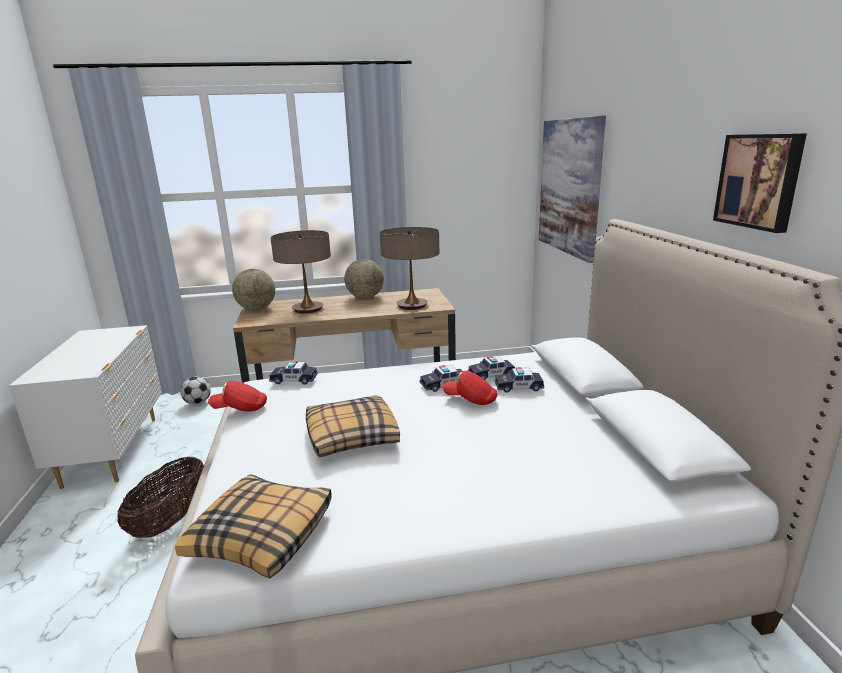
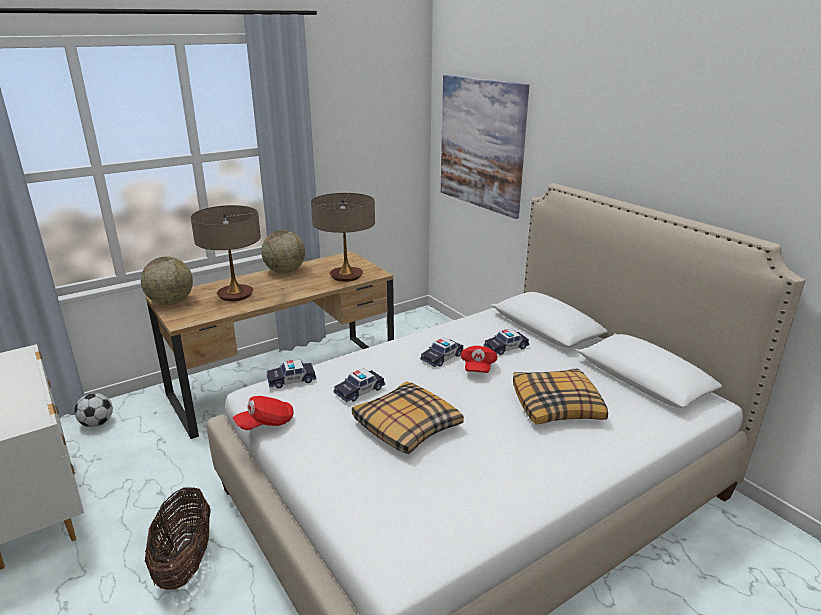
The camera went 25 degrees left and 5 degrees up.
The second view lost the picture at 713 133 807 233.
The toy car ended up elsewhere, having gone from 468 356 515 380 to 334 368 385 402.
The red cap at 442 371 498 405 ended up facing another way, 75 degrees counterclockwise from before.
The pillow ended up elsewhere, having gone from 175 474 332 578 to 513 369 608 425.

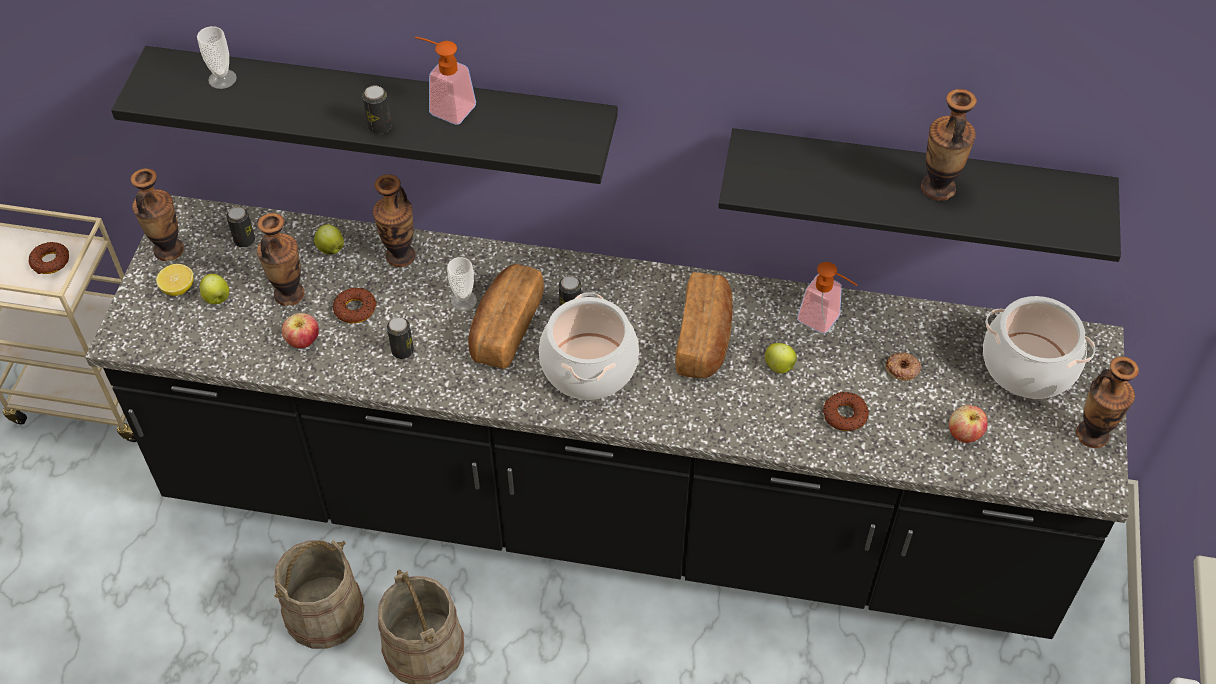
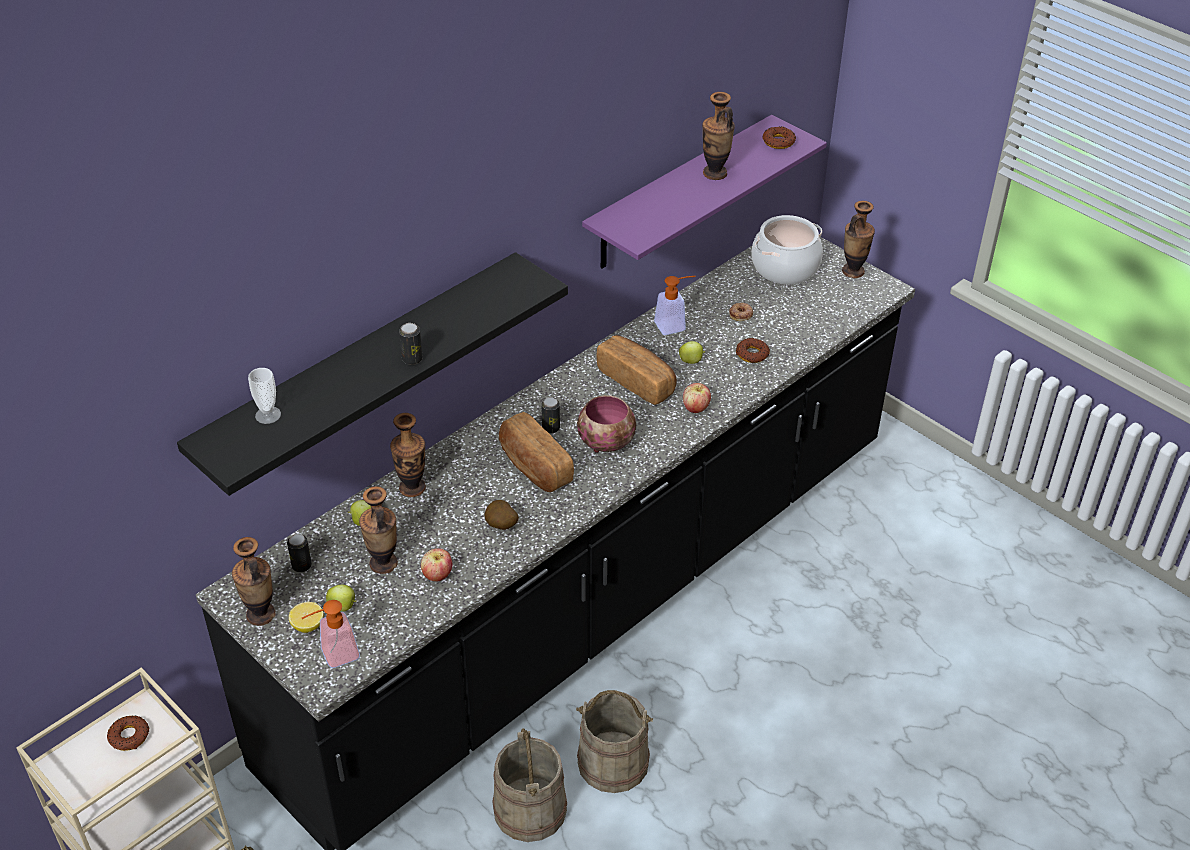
The camera went 55 degrees left and 10 degrees down.
The soap dispenser ended up elsewhere, having gone from 415 37 476 125 to 302 600 360 668.
What was the black shelf at 718 128 1121 262 turned into the purple shelf at 582 115 827 269.
The second view lost the cup at 447 257 477 311.
The donut ended up elsewhere, having gone from 333 288 377 323 to 762 126 796 149.
Where the cooking pot stood at 539 292 639 400, the bowl came to stand at 577 395 636 453.
Where the can stood at 387 317 414 359, the potato came to stand at 484 500 519 530.
The apple ended up elsewhere, having gone from 949 405 987 443 to 683 383 711 413.

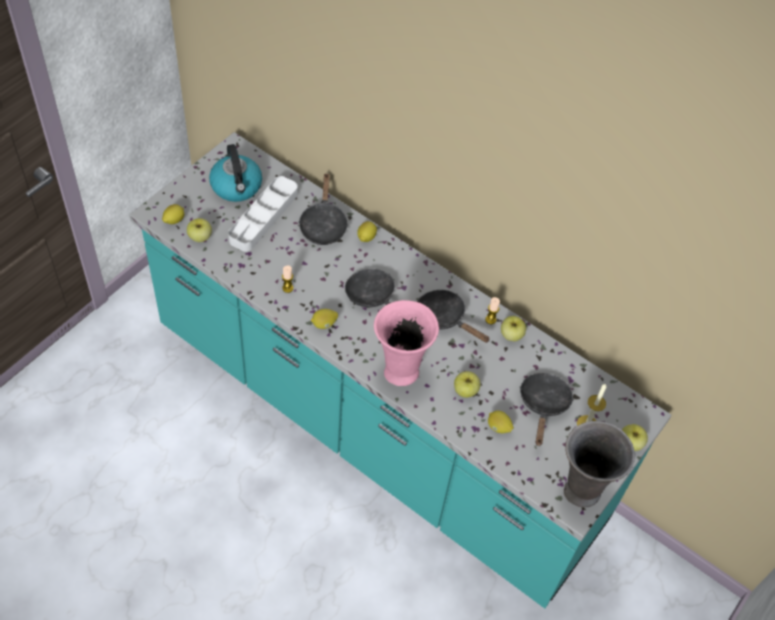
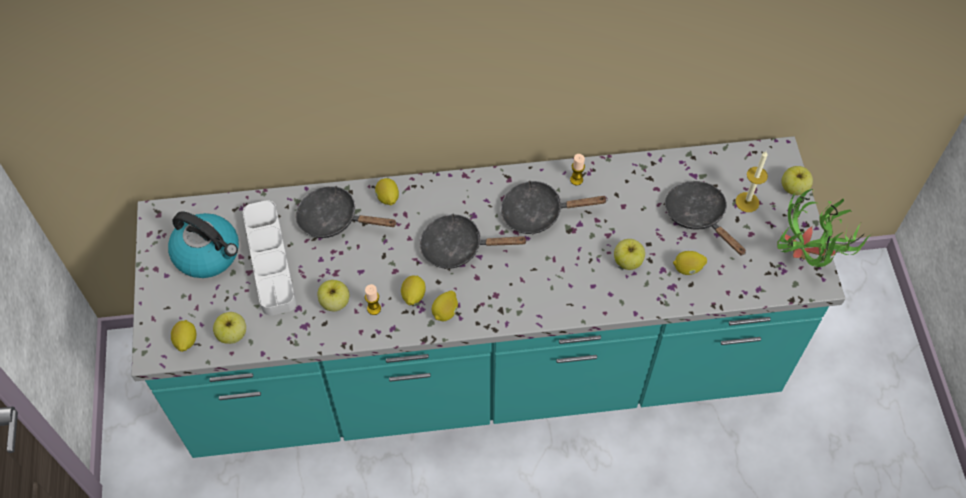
The camera went 40 degrees left and 5 degrees up.
The black frying pan at 298 173 348 245 ended up facing another way, 150 degrees clockwise from before.
The second view lost the pink vase at 374 300 439 386.
The apple ended up elsewhere, having gone from 501 316 526 341 to 318 280 349 311.
Where the grey vase stood at 564 421 635 508, the potted plant came to stand at 777 189 873 267.
The second view gained the lemon at 401 275 426 305.

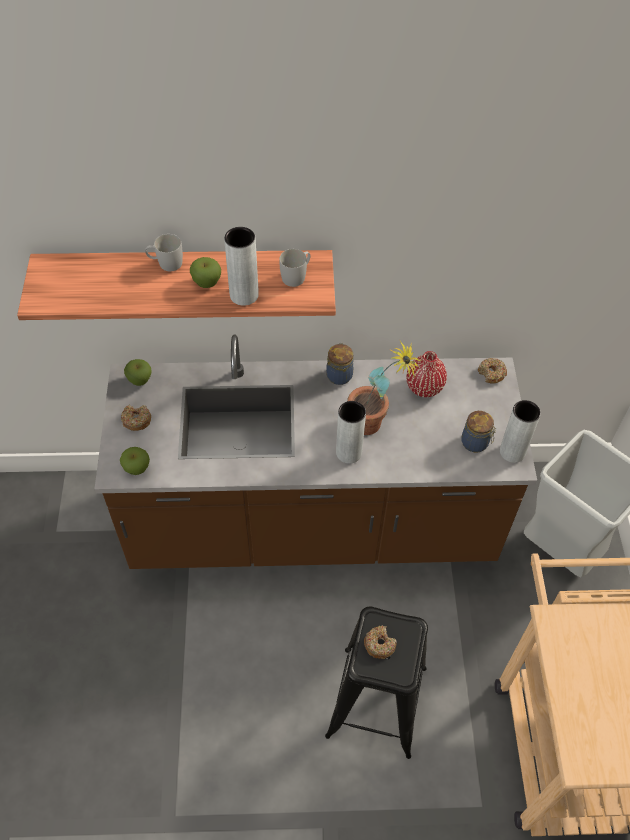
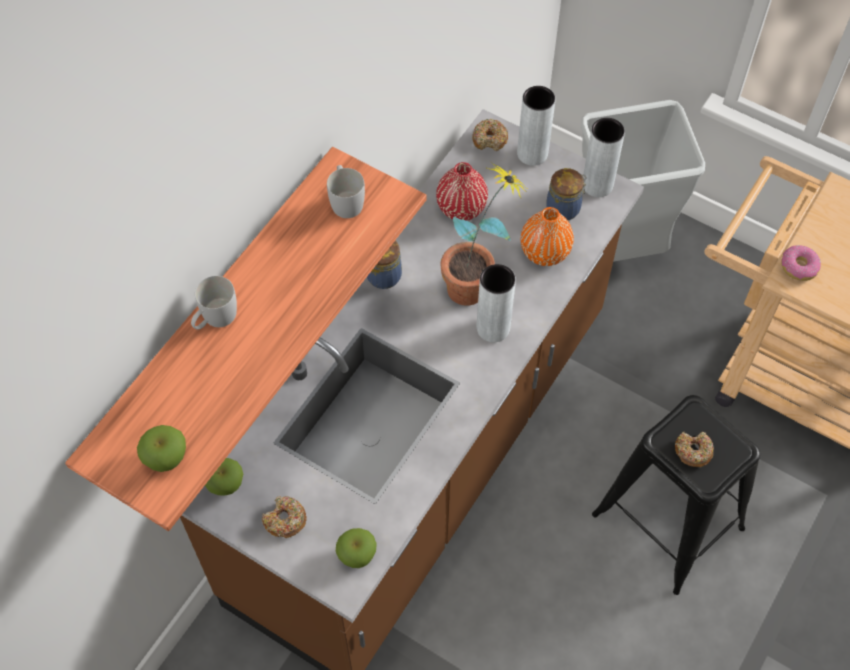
The camera went 55 degrees left and 5 degrees up.
The grey vase ended up elsewhere, having gone from 224 227 259 306 to 517 86 556 166.
The apple ended up elsewhere, having gone from 190 257 221 288 to 137 425 186 472.
The second view gained the orange vase at 521 207 574 266.
The second view gained the donut at 781 245 821 281.

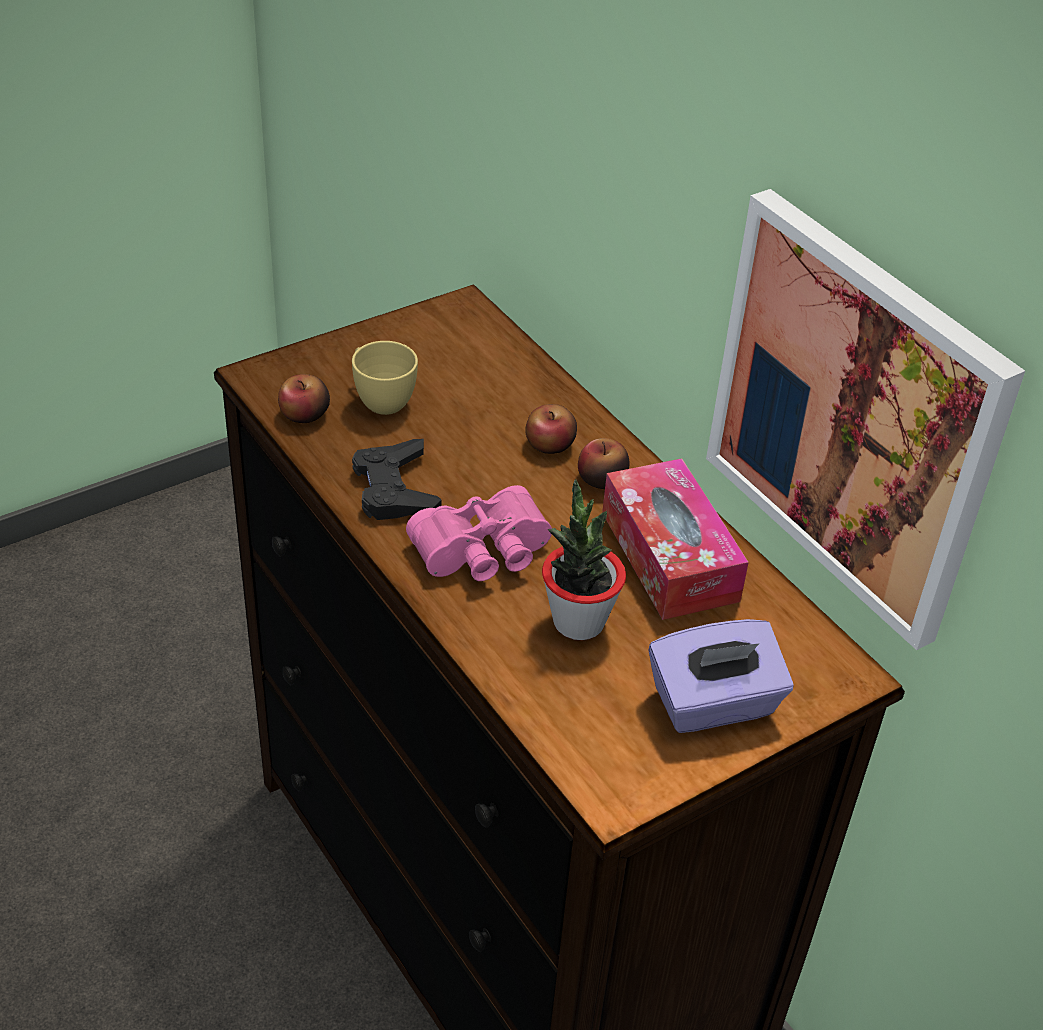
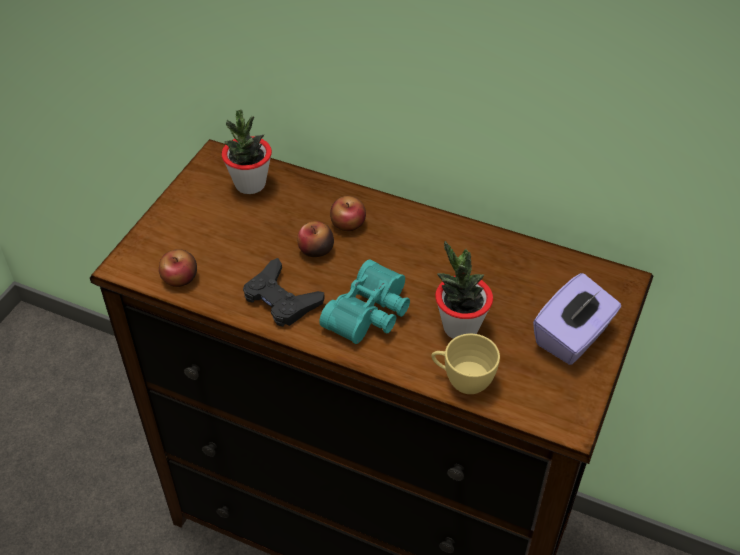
The camera went 30 degrees left and 5 degrees up.
The second view lost the picture at 706 189 1025 650.
The yellow cup ended up elsewhere, having gone from 352 341 418 415 to 431 334 500 394.
The apple ended up elsewhere, having gone from 578 438 630 489 to 297 221 334 257.
The second view lost the tissue box at 602 458 749 620.
What was the pink binoculars at 406 485 552 581 turned into the turquoise binoculars at 319 259 410 344.
The second view gained the potted plant at 221 110 272 194.

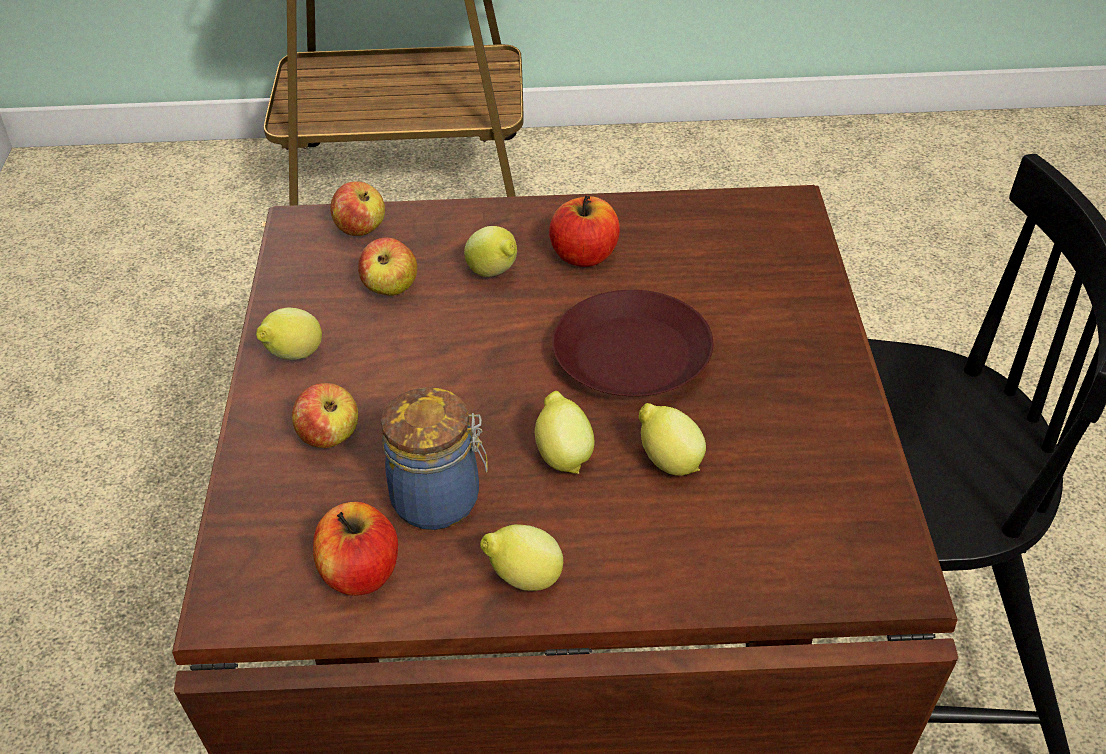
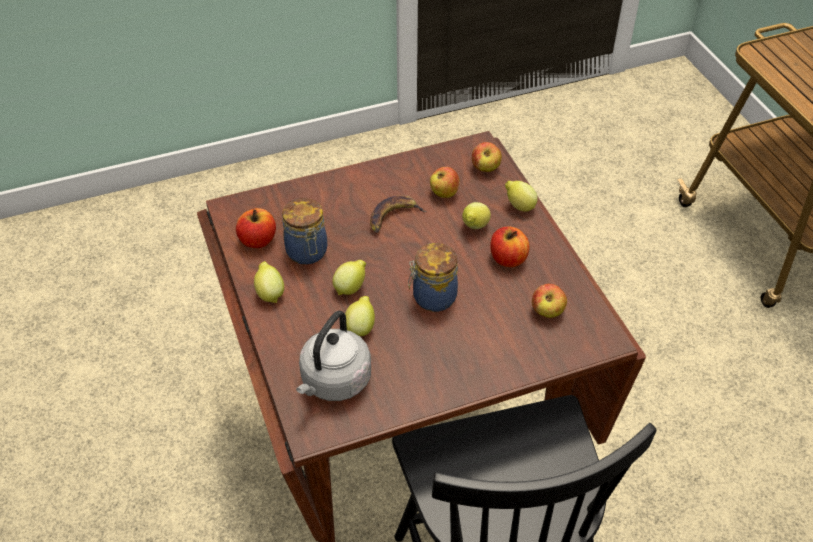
The camera went 70 degrees right and 5 degrees up.
Where the brown plate stood at 552 290 713 396, the jar came to stand at 408 243 458 312.
The lemon ended up elsewhere, having gone from 256 308 322 360 to 505 181 537 212.
The apple ended up elsewhere, having gone from 292 383 358 448 to 532 284 567 318.
The second view gained the banana at 370 195 427 233.
The second view gained the grey kettle at 296 311 371 401.

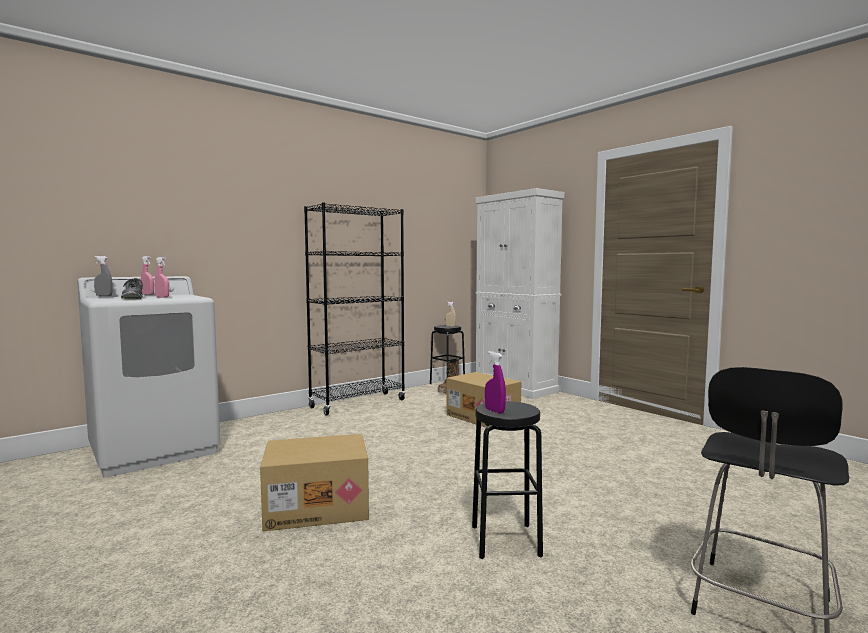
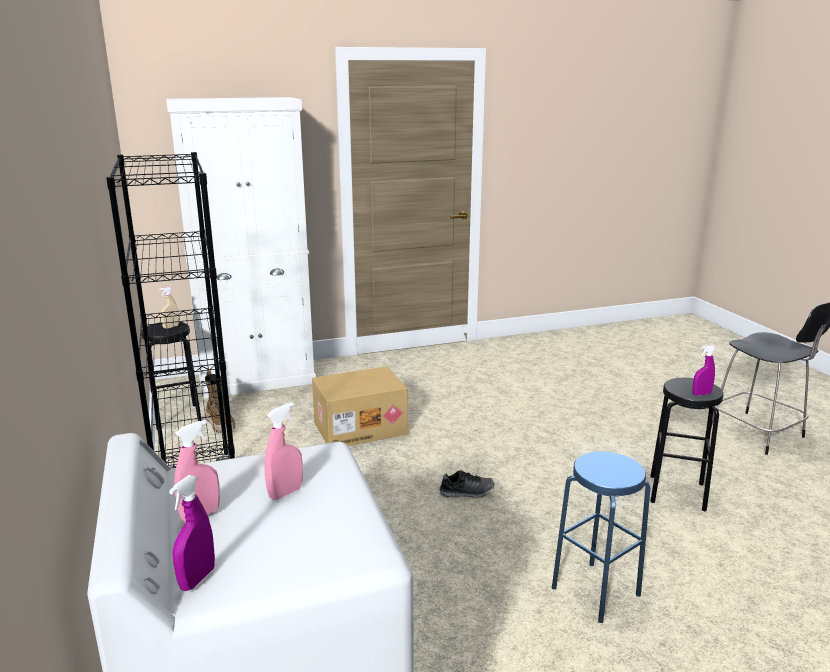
The camera went 70 degrees left and 15 degrees up.
What was the grey spray bottle at 94 256 113 296 turned into the purple spray bottle at 169 475 215 591.
The shoe ended up elsewhere, having gone from 121 278 143 299 to 439 470 495 498.
Where the cardboard box stood at 260 434 369 531, the blue stool came to stand at 552 451 650 623.

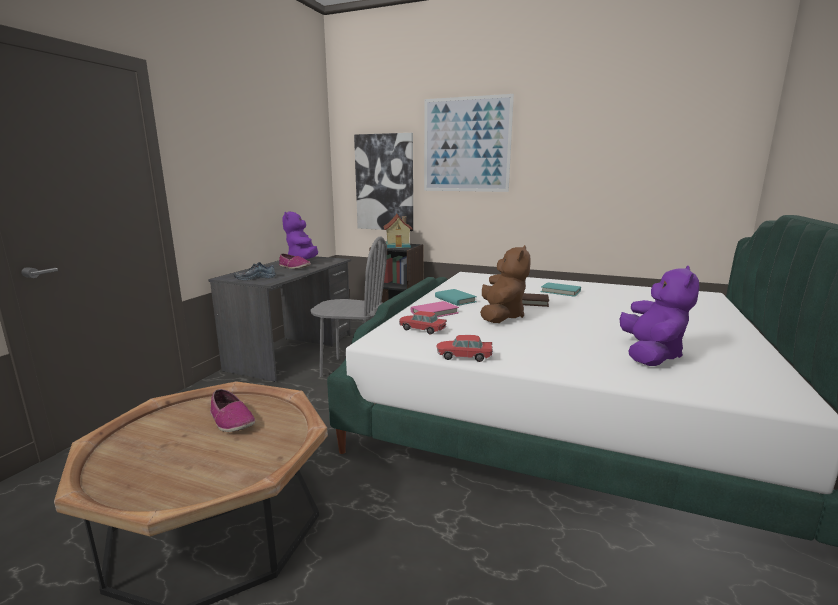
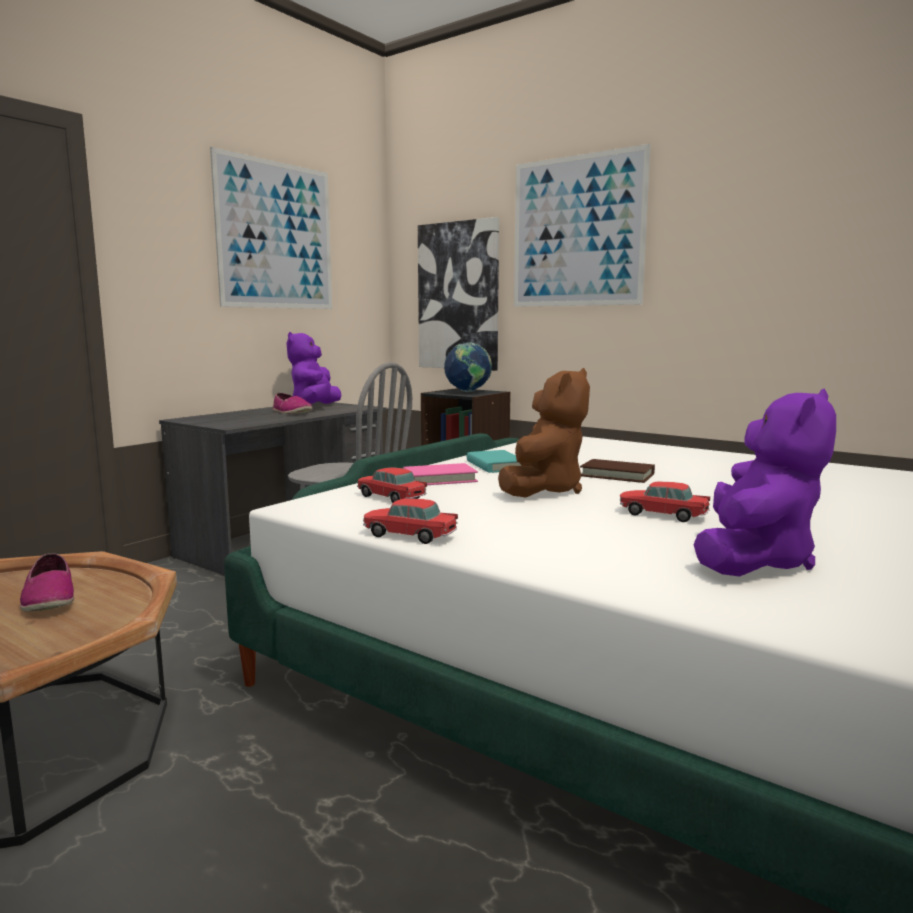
The camera went 15 degrees right and 5 degrees down.
Where the toy house stood at 383 214 413 248, the globe came to stand at 444 342 492 392.
The second view lost the shoe at 234 262 276 280.
The second view lost the turquoise book at 541 282 581 297.
The second view gained the picture at 210 147 332 309.
The second view gained the toy car at 620 481 710 522.

